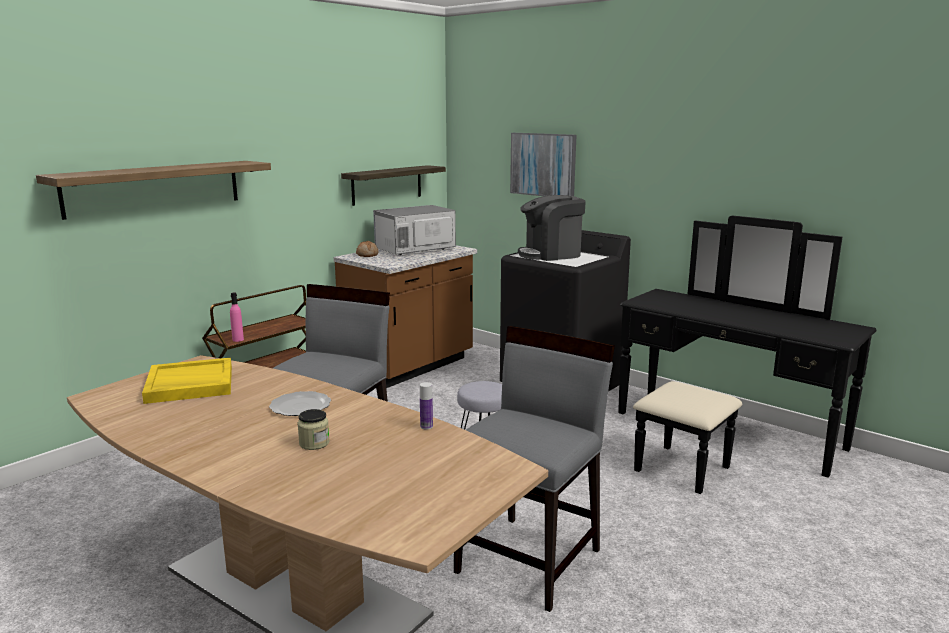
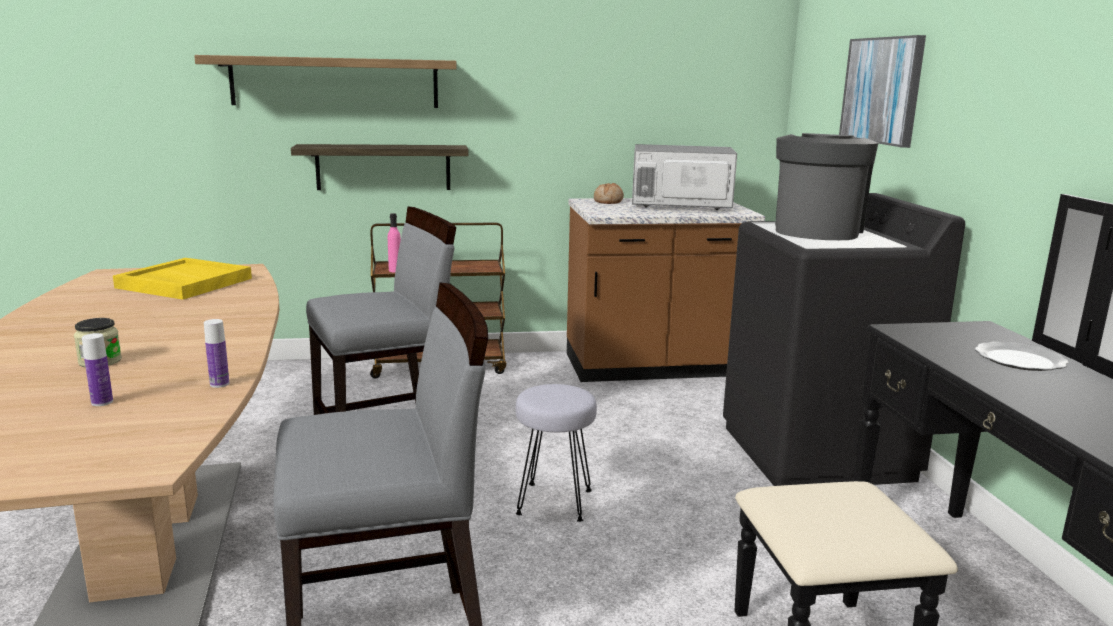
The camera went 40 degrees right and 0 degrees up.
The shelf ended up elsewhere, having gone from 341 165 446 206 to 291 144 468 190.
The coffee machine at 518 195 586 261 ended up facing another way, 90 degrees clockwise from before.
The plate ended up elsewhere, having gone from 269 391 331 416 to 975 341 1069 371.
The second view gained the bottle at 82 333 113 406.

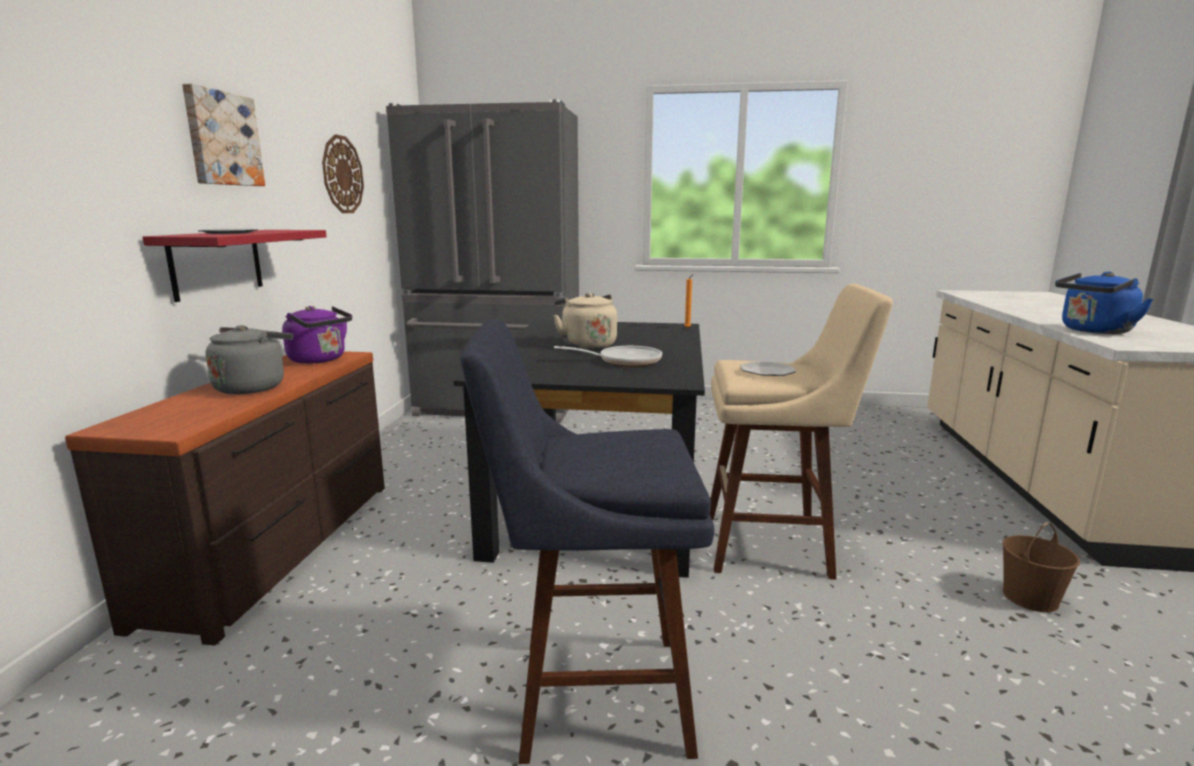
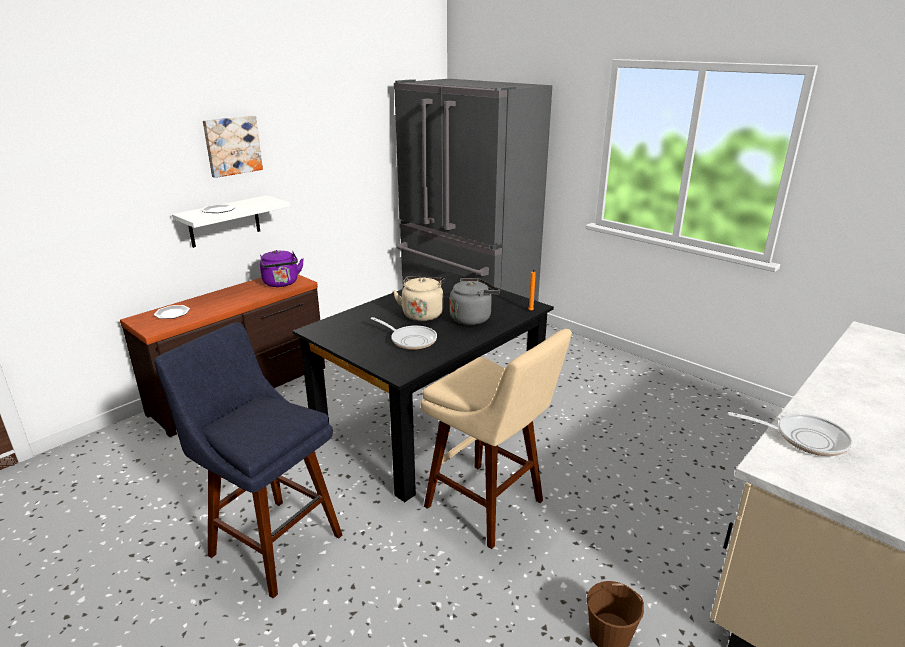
The camera went 35 degrees right and 10 degrees up.
The second view lost the wall clock at 322 134 364 213.
What was the red shelf at 142 230 327 302 turned into the white shelf at 172 195 290 248.
Where the blue kettle stood at 1055 272 1154 334, the frying pan came to stand at 728 412 853 456.
The grey kettle ended up elsewhere, having gone from 205 325 293 394 to 450 278 500 325.
The plate ended up elsewhere, having gone from 740 362 796 376 to 154 305 190 319.

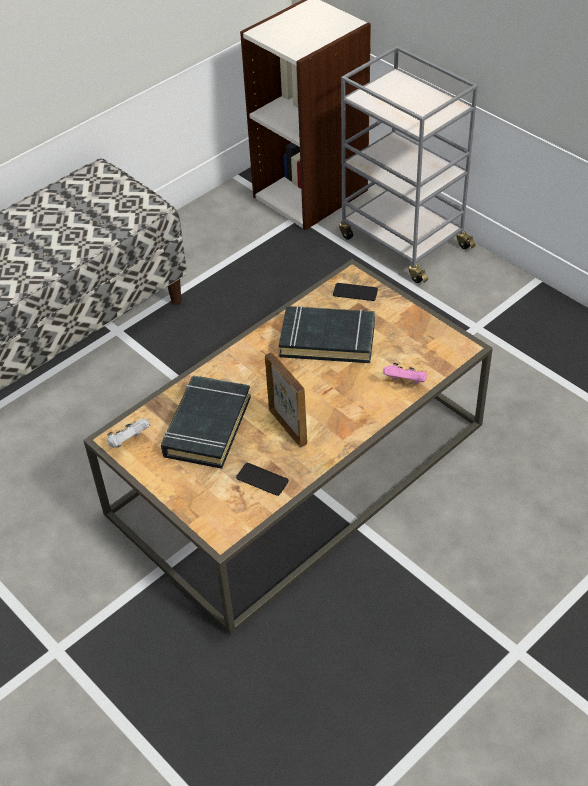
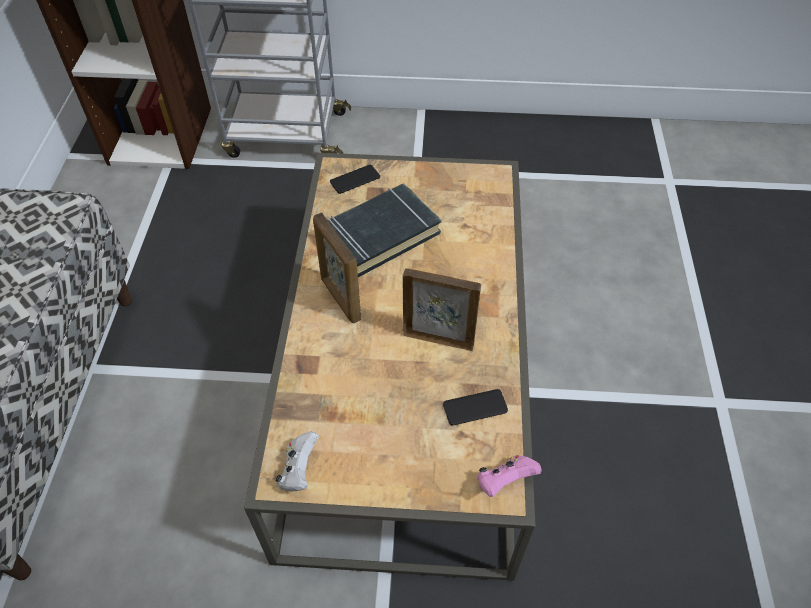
The camera went 45 degrees left and 5 degrees up.
The pink game controller ended up elsewhere, having gone from 383 363 427 384 to 477 455 541 497.
The second view lost the black book at 161 376 251 469.
The second view gained the picture frame at 313 213 361 323.

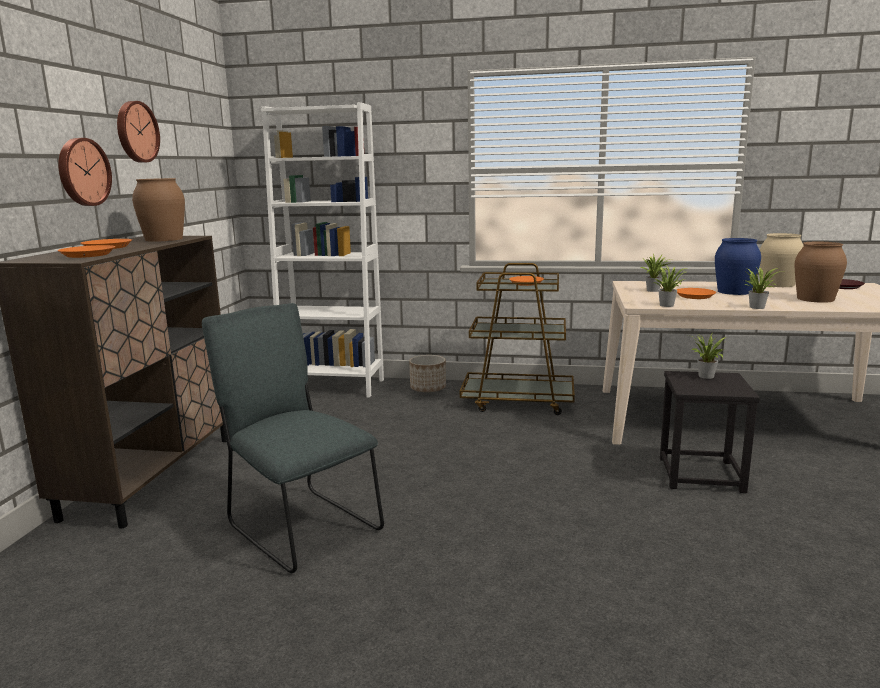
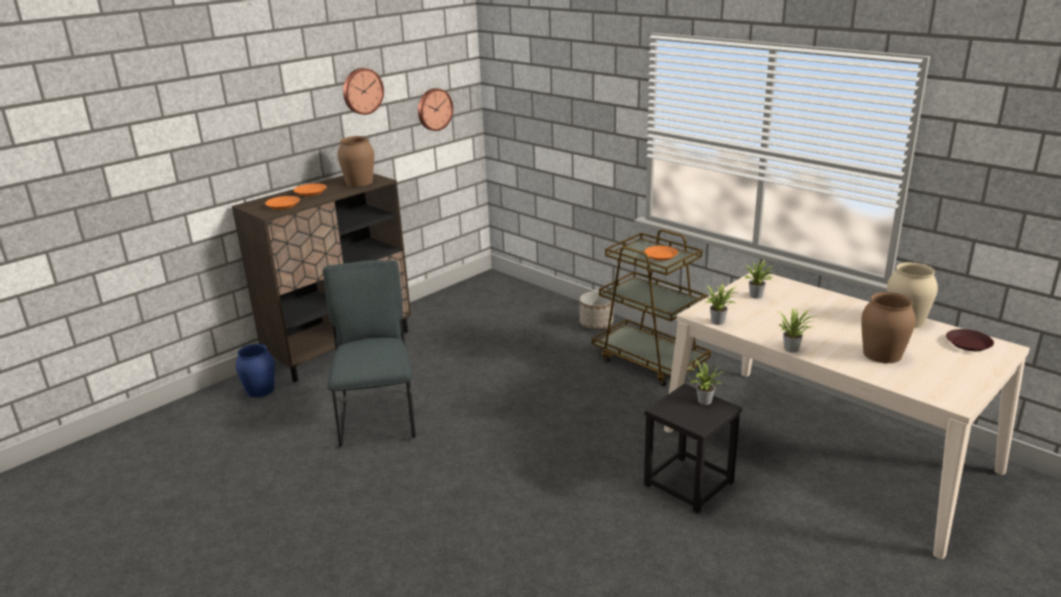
The camera went 35 degrees right and 10 degrees up.
The second view lost the white bookcase at 261 102 384 398.
The wall clock ended up elsewhere, having gone from 58 138 112 206 to 418 88 453 131.
The blue vase ended up elsewhere, having gone from 715 238 761 295 to 236 344 275 397.
The second view lost the orange plate at 676 288 716 299.

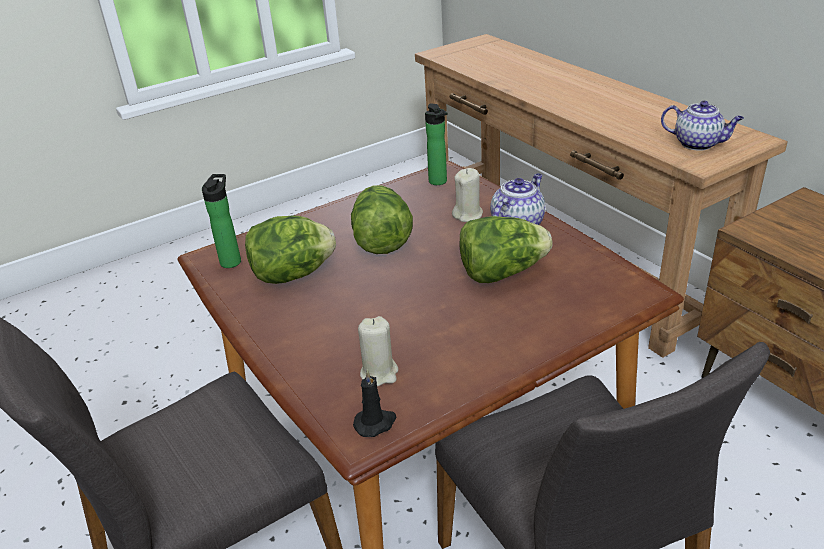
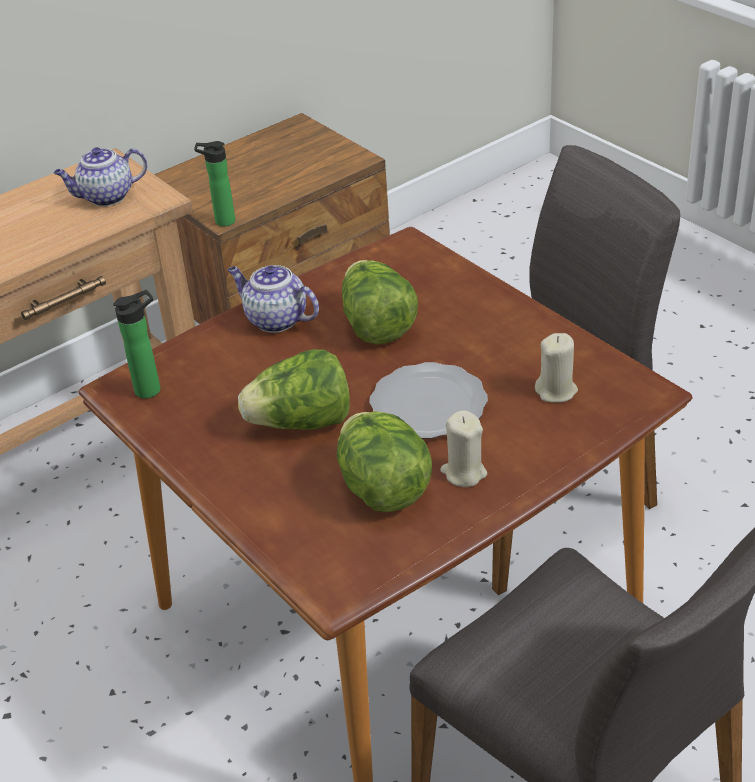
The camera went 95 degrees left and 5 degrees up.
The teapot at 661 101 744 151 ended up facing another way, 135 degrees counterclockwise from before.
The beige candle ended up elsewhere, having gone from 452 168 483 222 to 440 411 487 487.
The bottle ended up elsewhere, having gone from 202 174 241 268 to 194 141 235 227.
The second view lost the black candle at 353 369 397 437.
The second view gained the plate at 369 362 488 439.

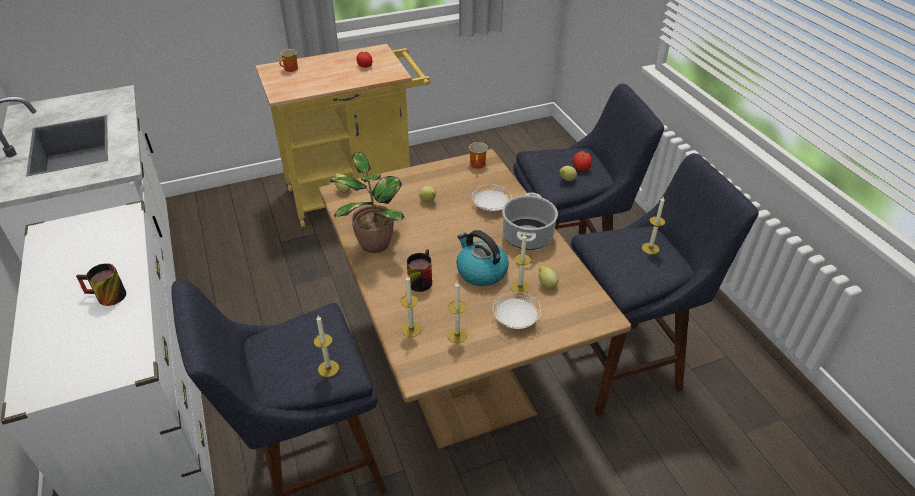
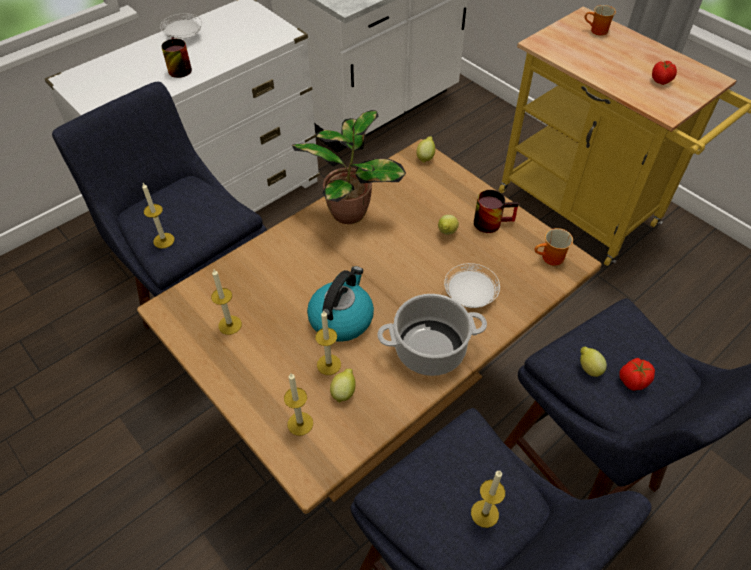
The camera went 70 degrees right and 10 degrees up.
The mug ended up elsewhere, having gone from 407 249 432 292 to 474 190 518 233.
The candle ended up elsewhere, having gone from 401 276 421 337 to 284 373 313 436.
The white plate ended up elsewhere, having gone from 493 292 541 329 to 160 14 202 39.

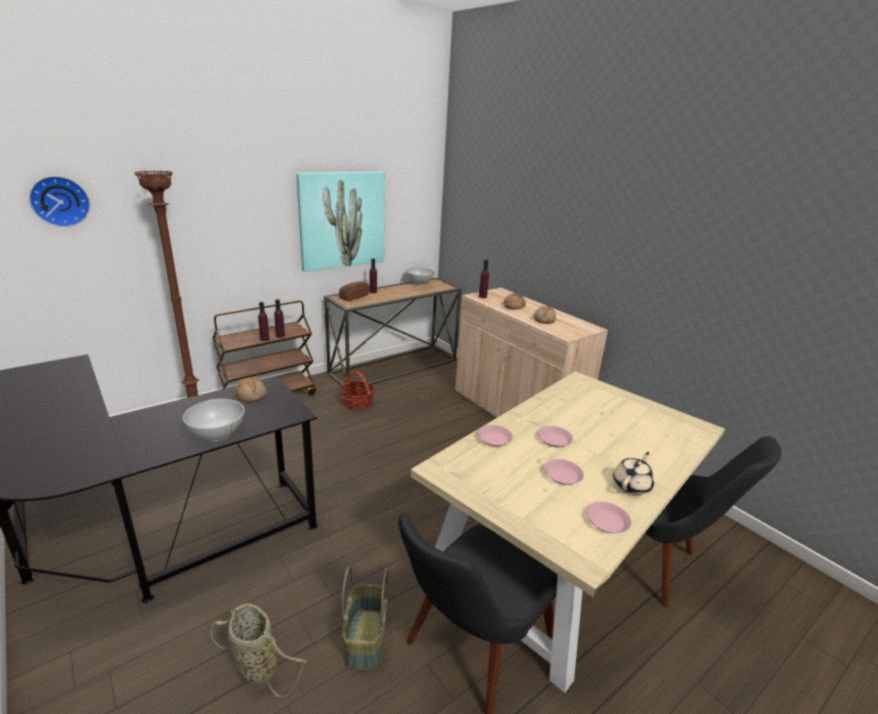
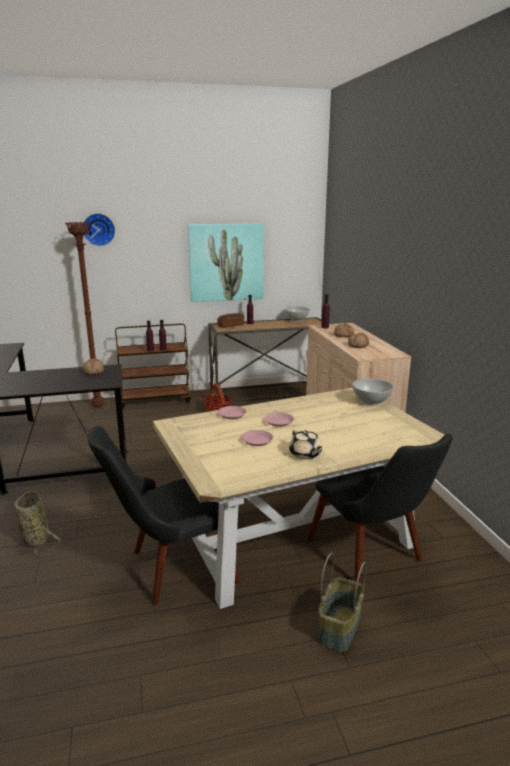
The camera went 25 degrees right and 5 degrees down.
The wall clock ended up elsewhere, having gone from 29 176 90 227 to 84 213 115 246.
The white bowl ended up elsewhere, having gone from 183 399 244 442 to 352 378 394 405.
The beige teapot at 613 452 654 495 ended up facing another way, 90 degrees clockwise from before.
The second view lost the pink plate at 586 502 631 533.
The basket ended up elsewhere, having gone from 342 565 388 670 to 318 553 366 651.

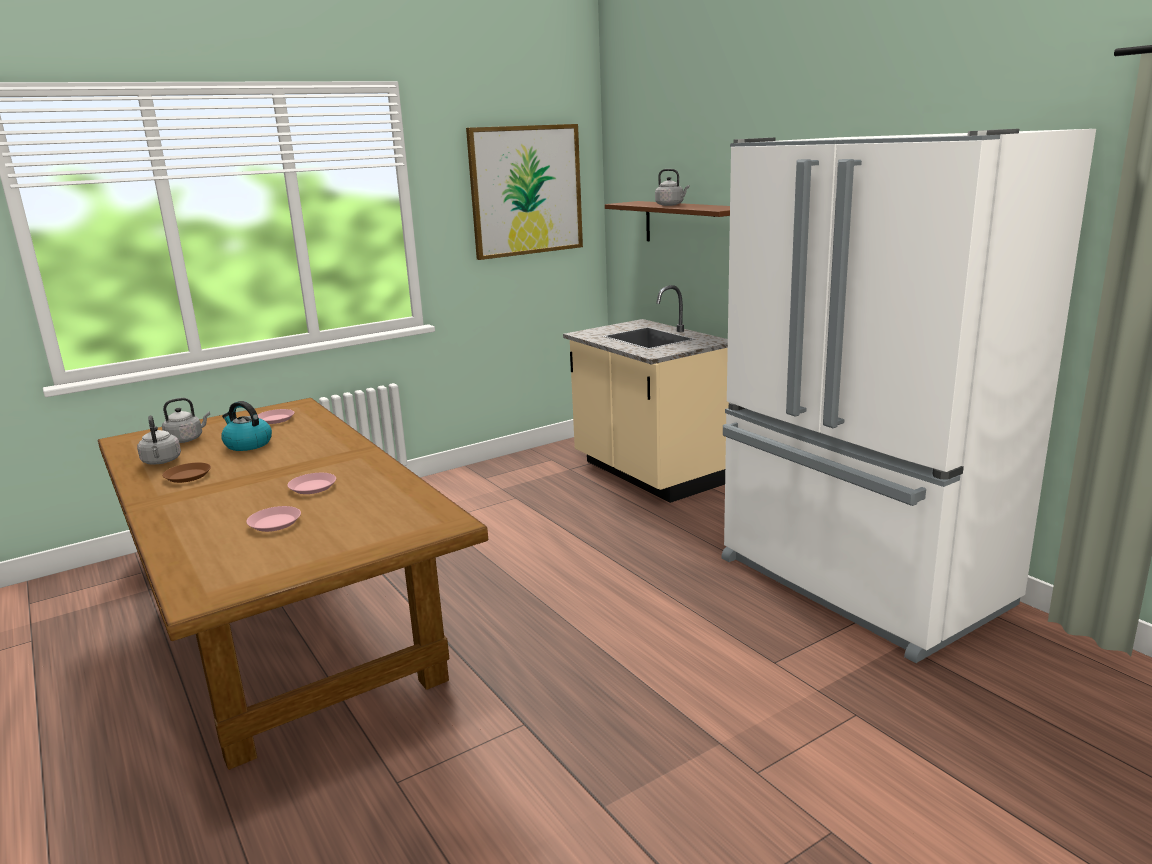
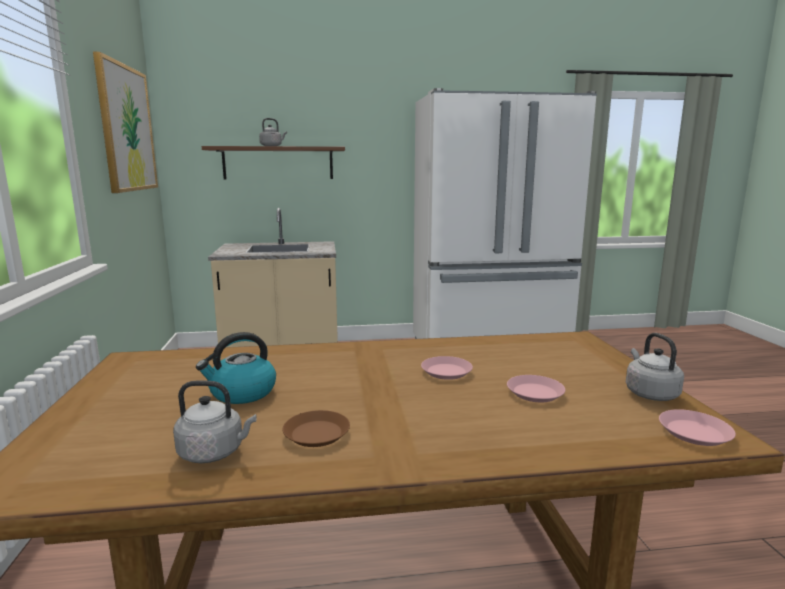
The camera went 65 degrees left and 5 degrees down.
The grey kettle ended up elsewhere, having gone from 162 398 210 443 to 626 333 684 401.
The pink plate ended up elsewhere, having gone from 258 409 294 424 to 659 409 736 446.

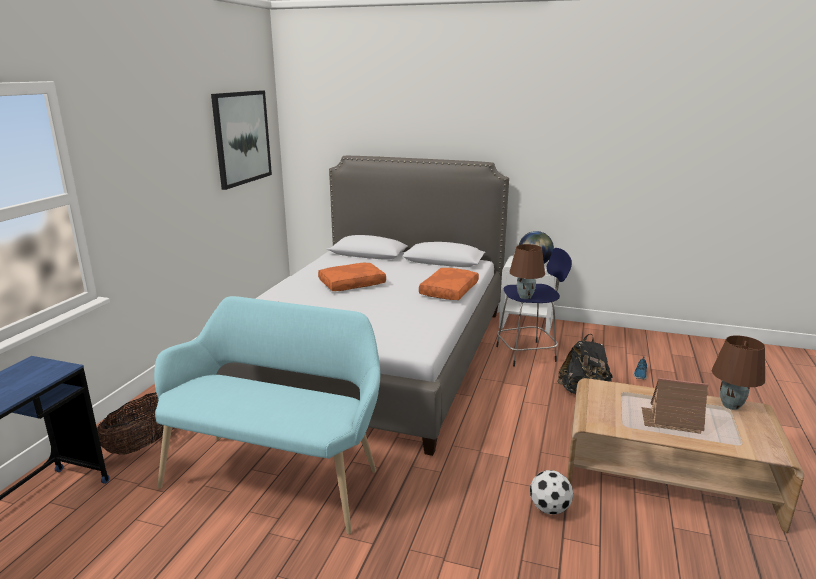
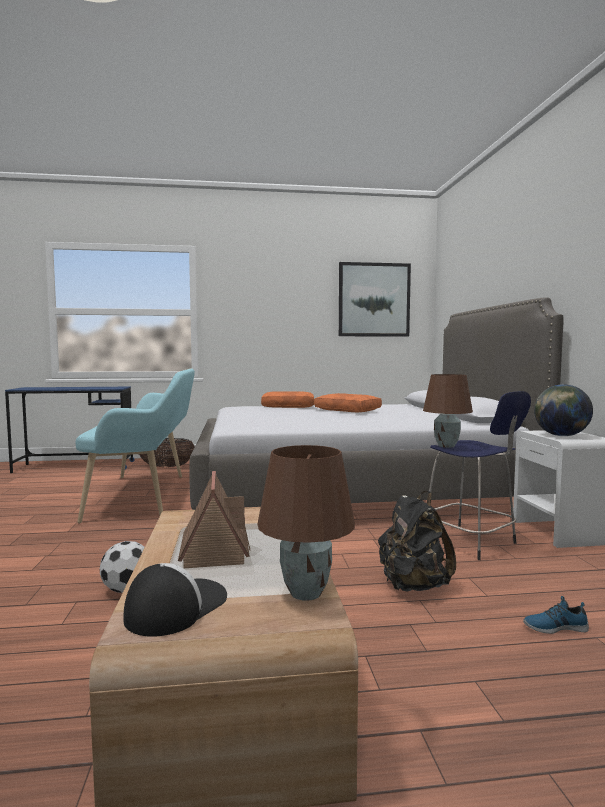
The camera went 65 degrees right and 15 degrees down.
The orange pillow ended up elsewhere, having gone from 419 268 479 300 to 261 391 315 408.
The second view gained the cap at 124 563 227 637.

